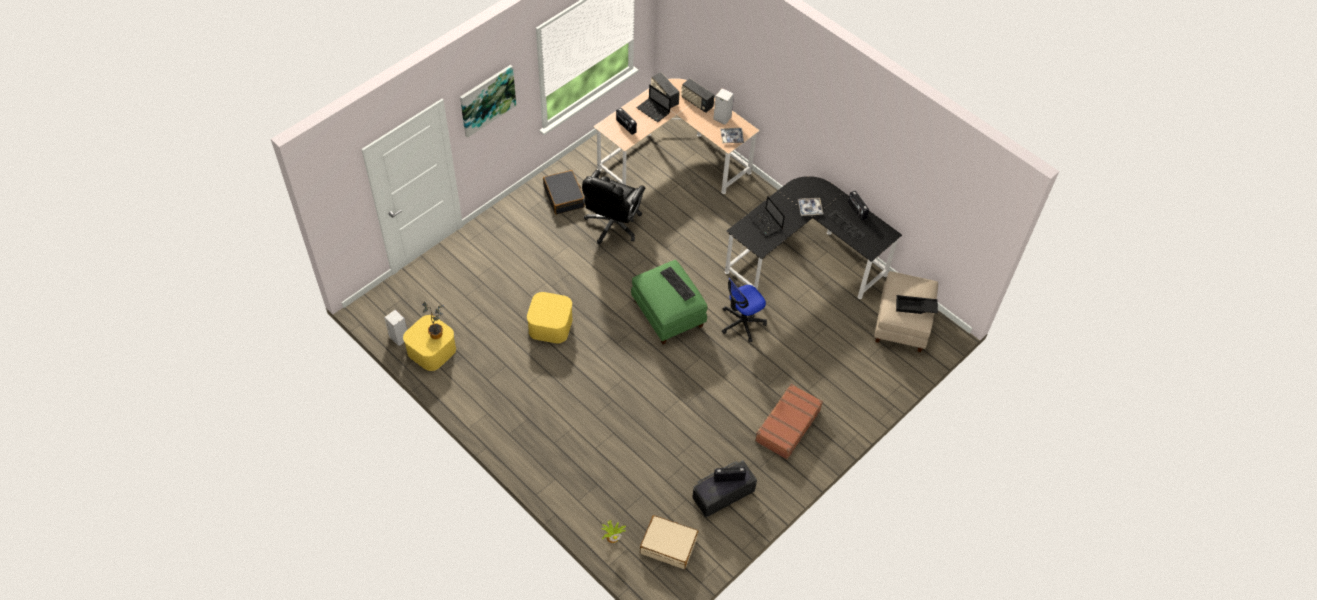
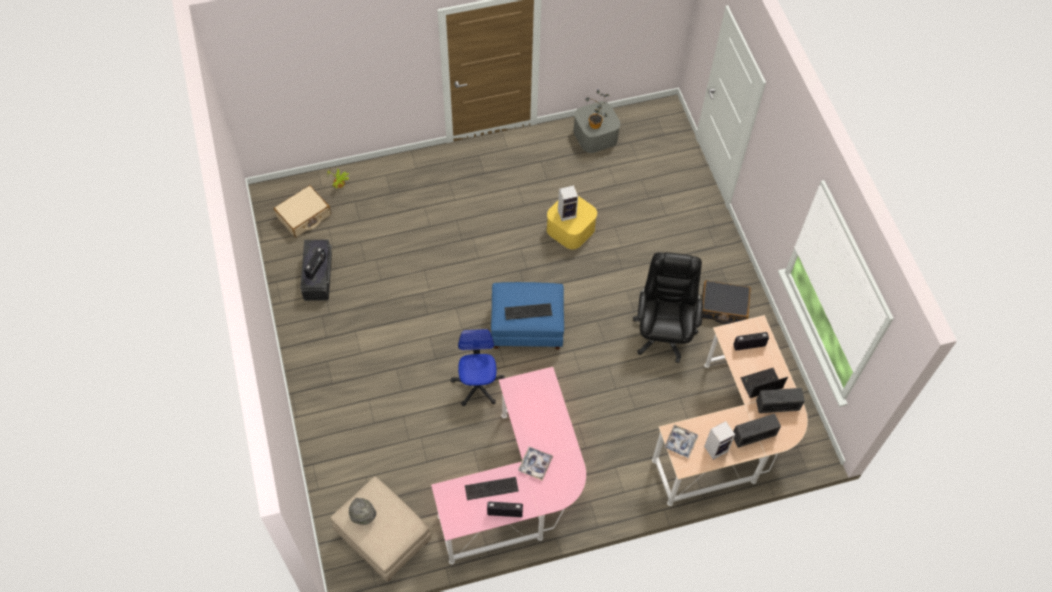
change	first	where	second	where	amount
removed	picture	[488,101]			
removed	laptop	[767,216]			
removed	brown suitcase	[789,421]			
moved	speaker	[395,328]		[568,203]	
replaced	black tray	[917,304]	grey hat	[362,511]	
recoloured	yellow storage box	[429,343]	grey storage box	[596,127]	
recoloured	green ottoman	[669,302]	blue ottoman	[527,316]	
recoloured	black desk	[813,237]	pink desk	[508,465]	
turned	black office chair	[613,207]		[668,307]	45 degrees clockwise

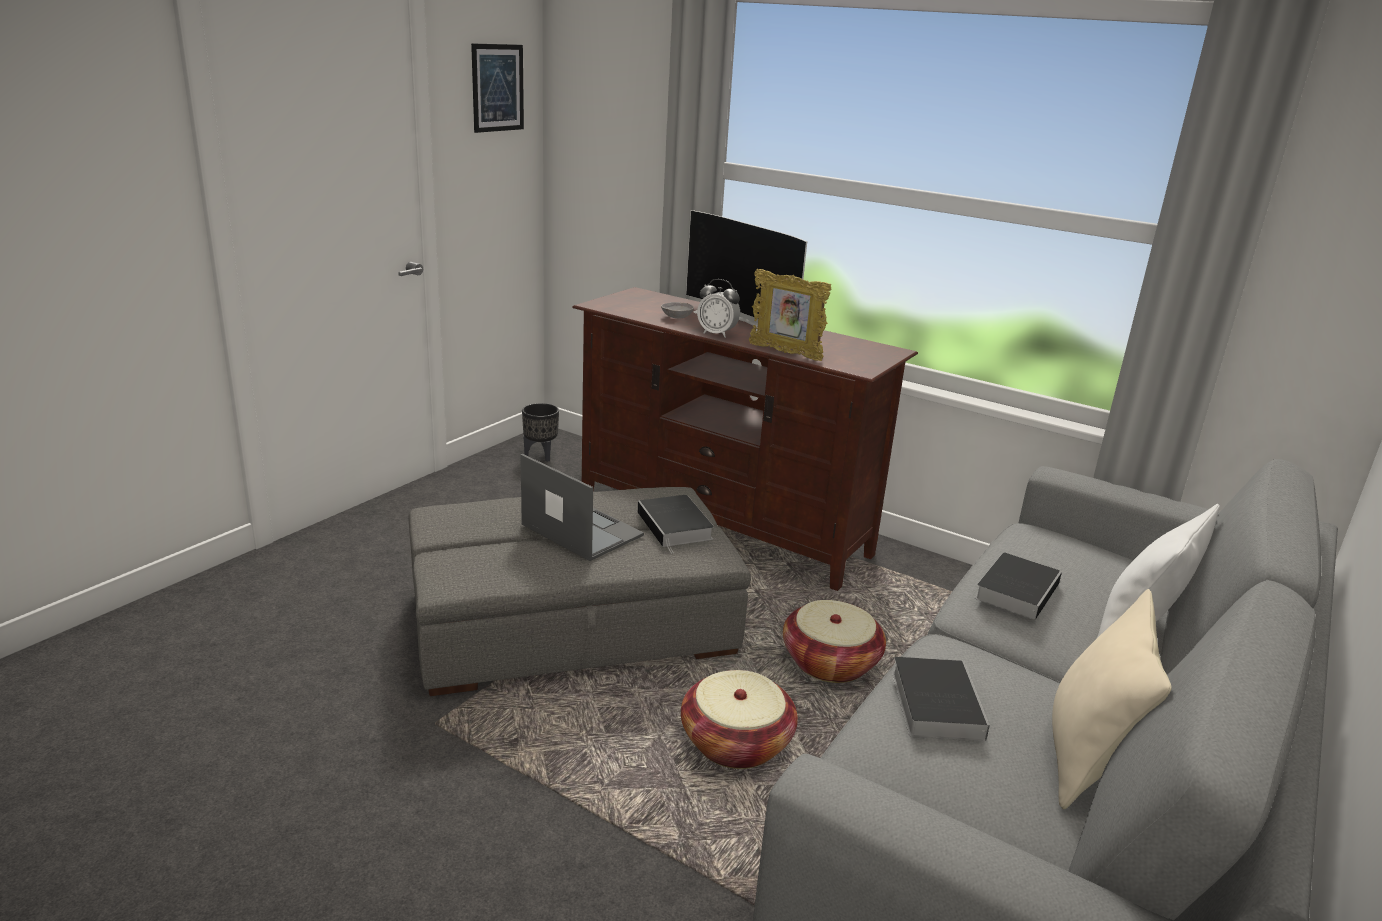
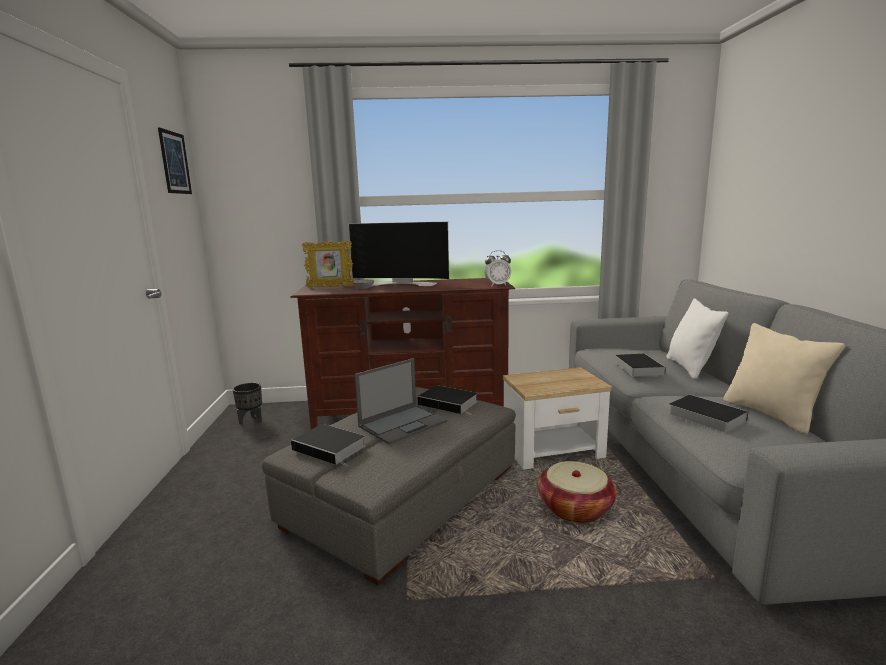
change	first	where	second	where	amount
added			book	[328,445]	
moved	alarm clock	[718,308]		[498,268]	
moved	picture frame	[790,315]		[328,264]	
replaced	basket	[834,641]	side table	[557,418]	
turned	laptop	[582,507]		[400,401]	135 degrees clockwise

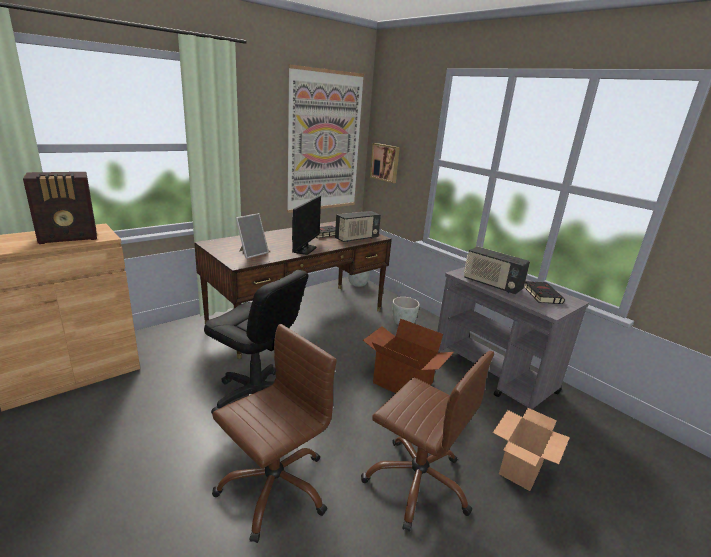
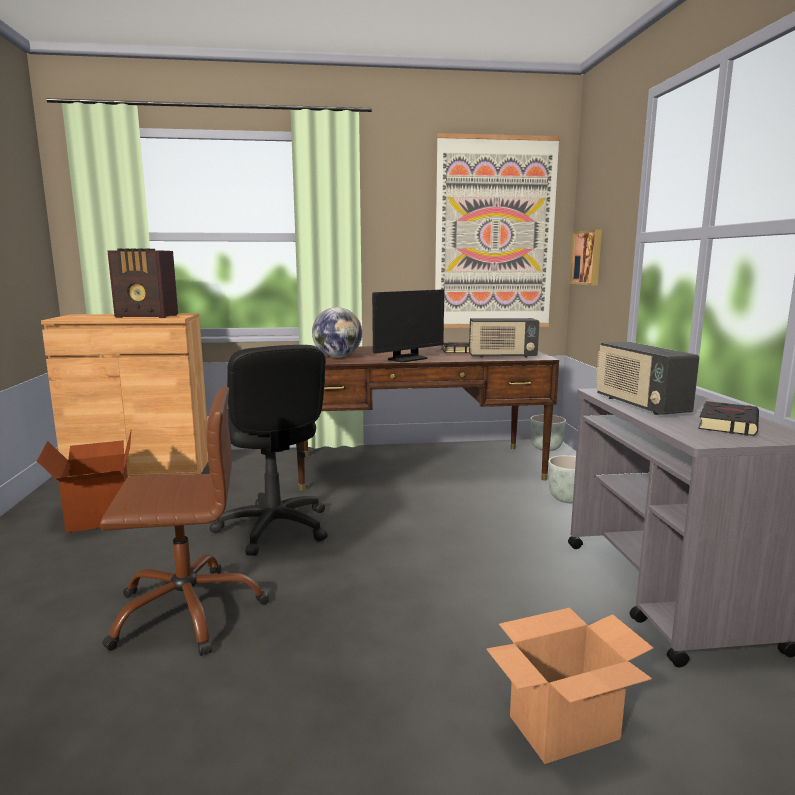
change	first	where	second	where	amount
removed	brown office chair	[427,441]			
moved	cardboard box	[408,355]		[84,482]	
replaced	picture frame	[252,236]	globe	[337,332]	

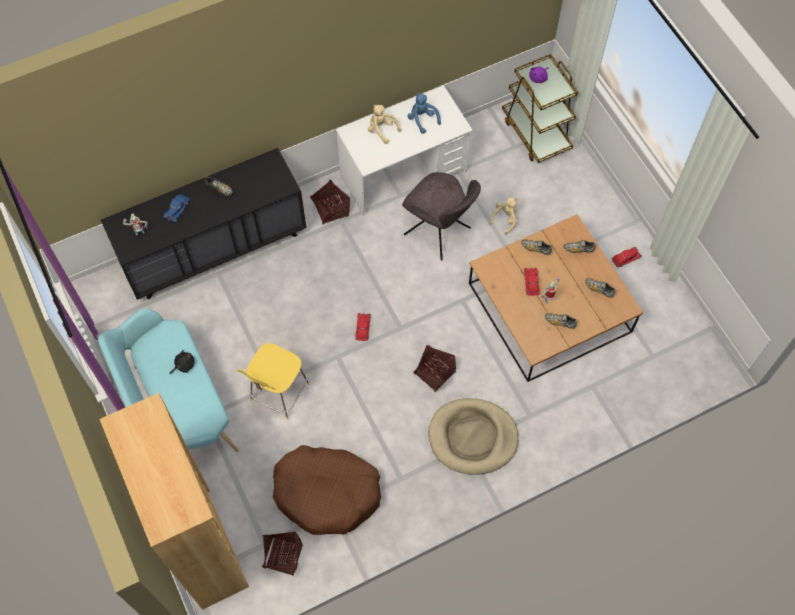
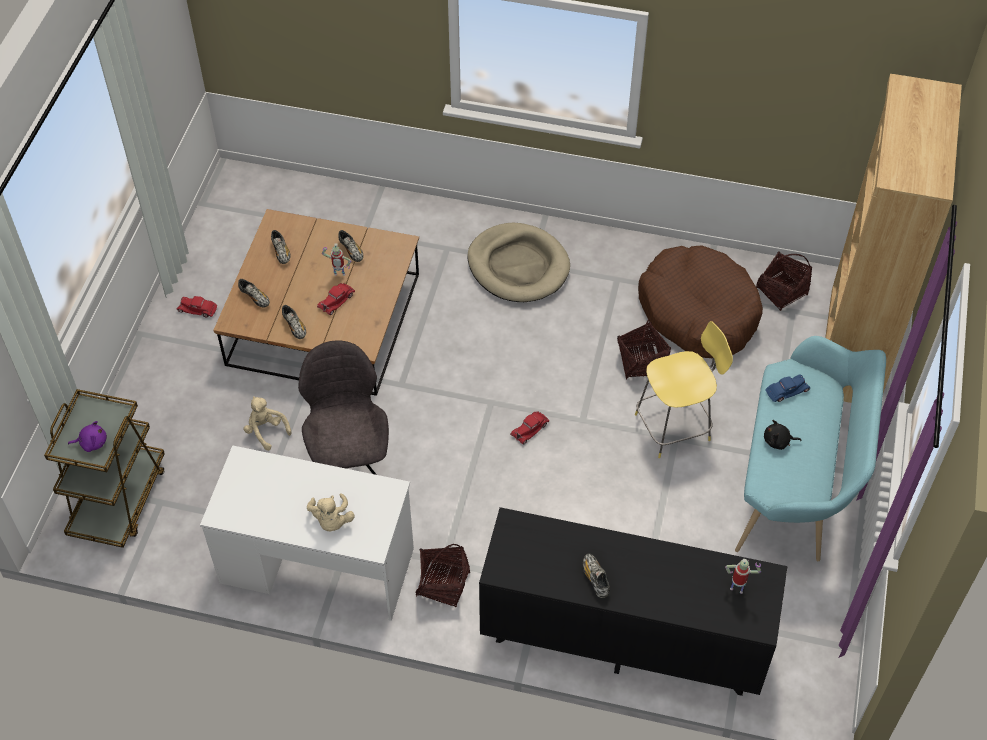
change	first	where	second	where	amount
removed	blue plush toy	[424,113]			
moved	blue toy car	[176,208]		[787,388]	
moved	basket	[435,368]		[644,349]	
turned	beige plush toy	[503,216]		[267,423]	60 degrees clockwise

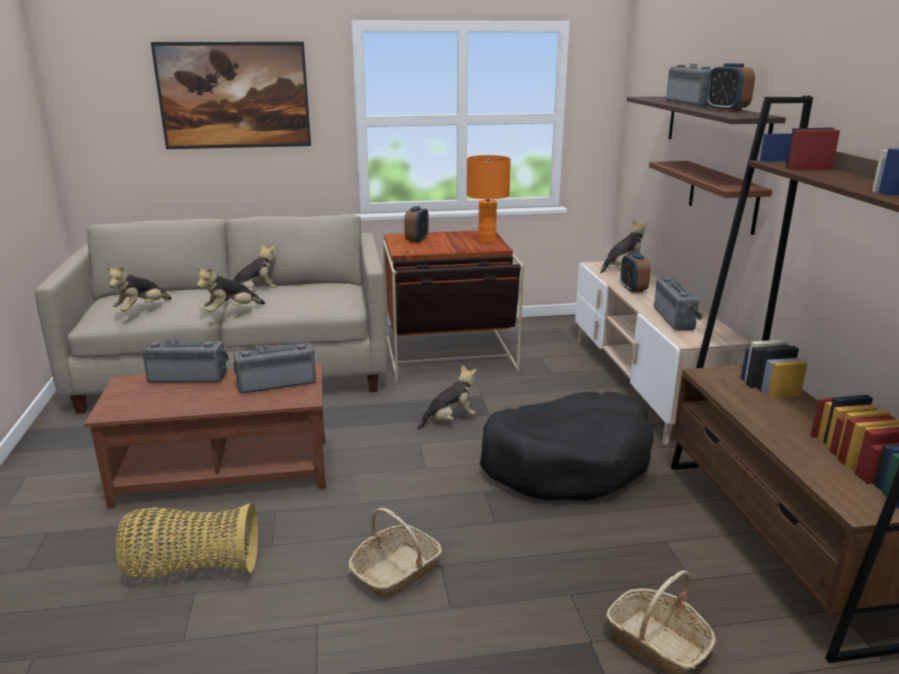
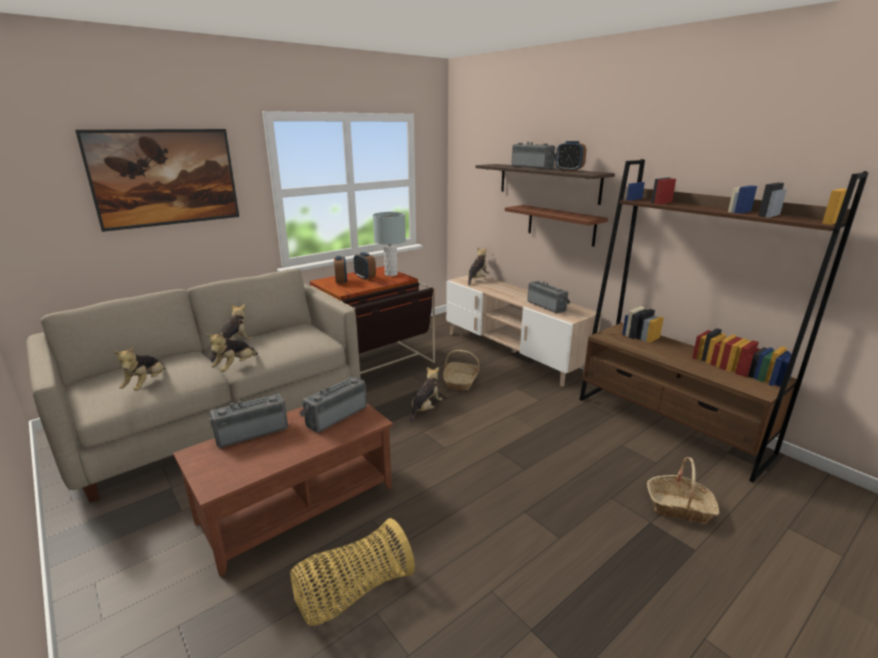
change	first	where	second	where	amount
removed	black dog bed	[566,446]			
moved	basket	[395,553]		[461,370]	
moved	alarm clock	[635,273]		[365,266]	
recoloured	orange table lamp	[489,199]	grey table lamp	[389,244]	

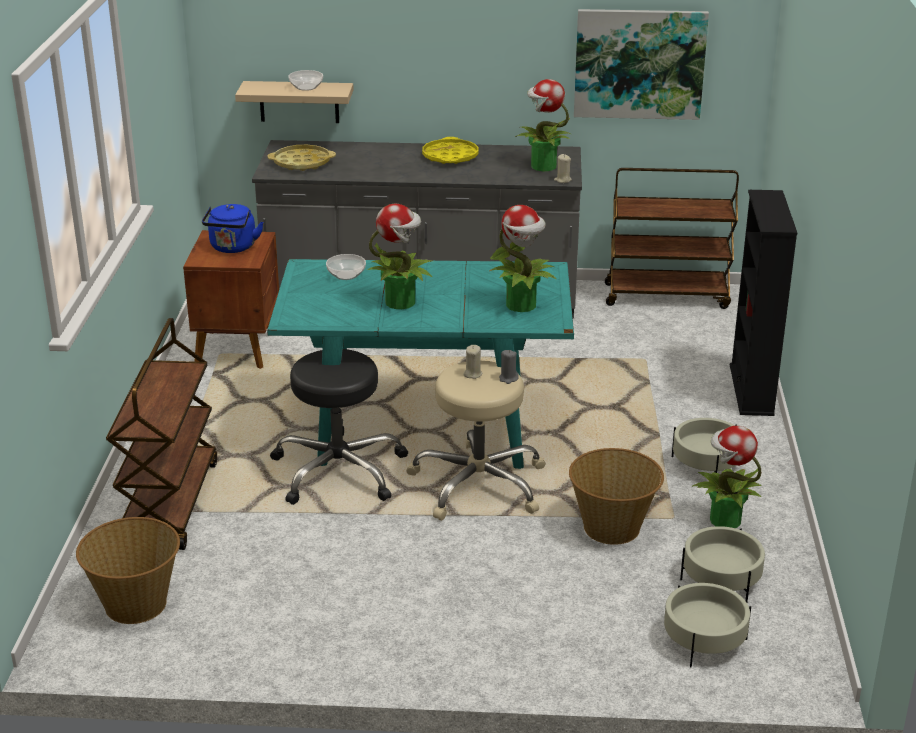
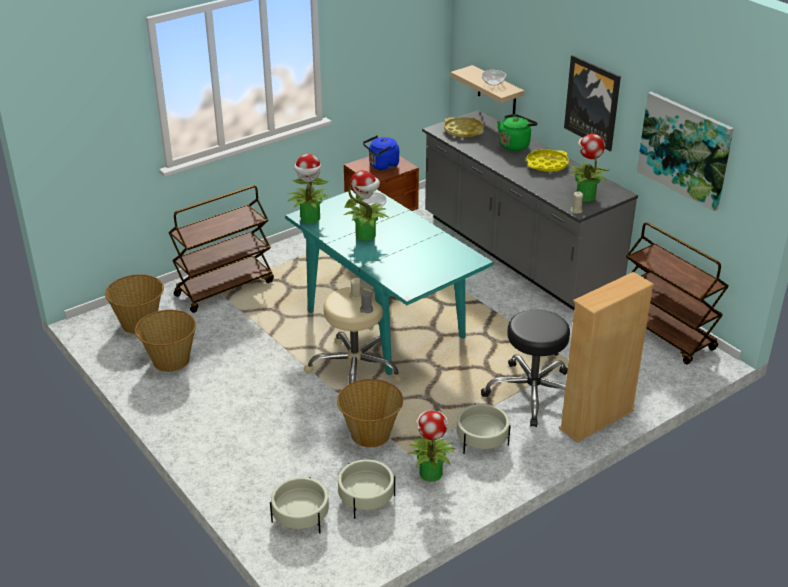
change	first	where	second	where	amount
added			basket	[165,341]	
added			green kettle	[517,132]	
added			picture	[592,103]	
moved	black stool	[339,427]		[525,368]	
moved	potted plant	[523,258]		[308,188]	
recoloured	black bookcase	[763,303]	beige bookcase	[606,357]	

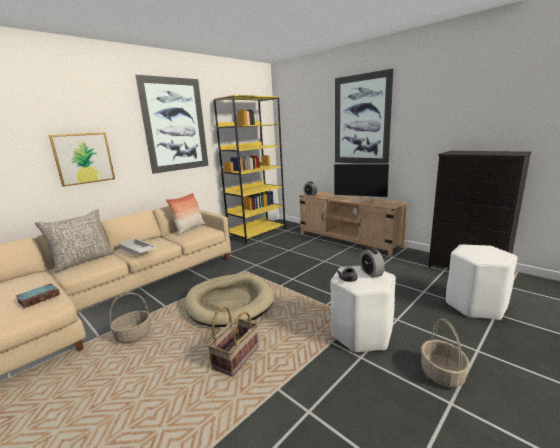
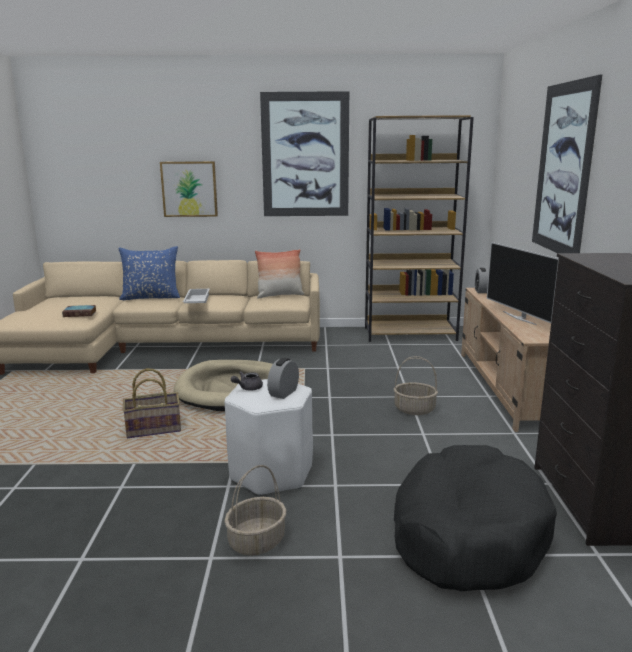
change	first	where	second	where	amount
moved	basket	[130,318]		[416,385]	
replaced	white stool	[482,282]	black dog bed	[475,518]	
recoloured	grey pillow	[75,241]	blue pillow	[149,273]	
recoloured	yellow bookcase	[249,169]	brown bookcase	[419,228]	

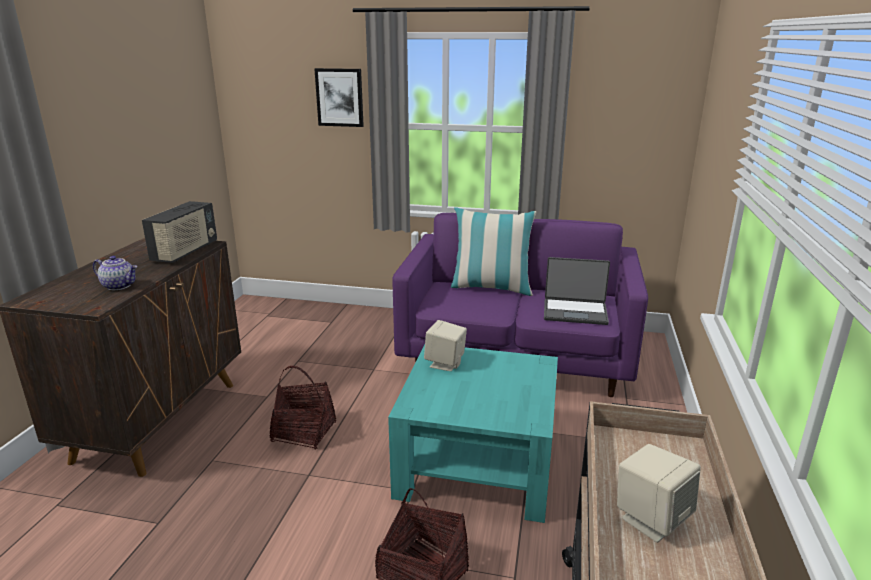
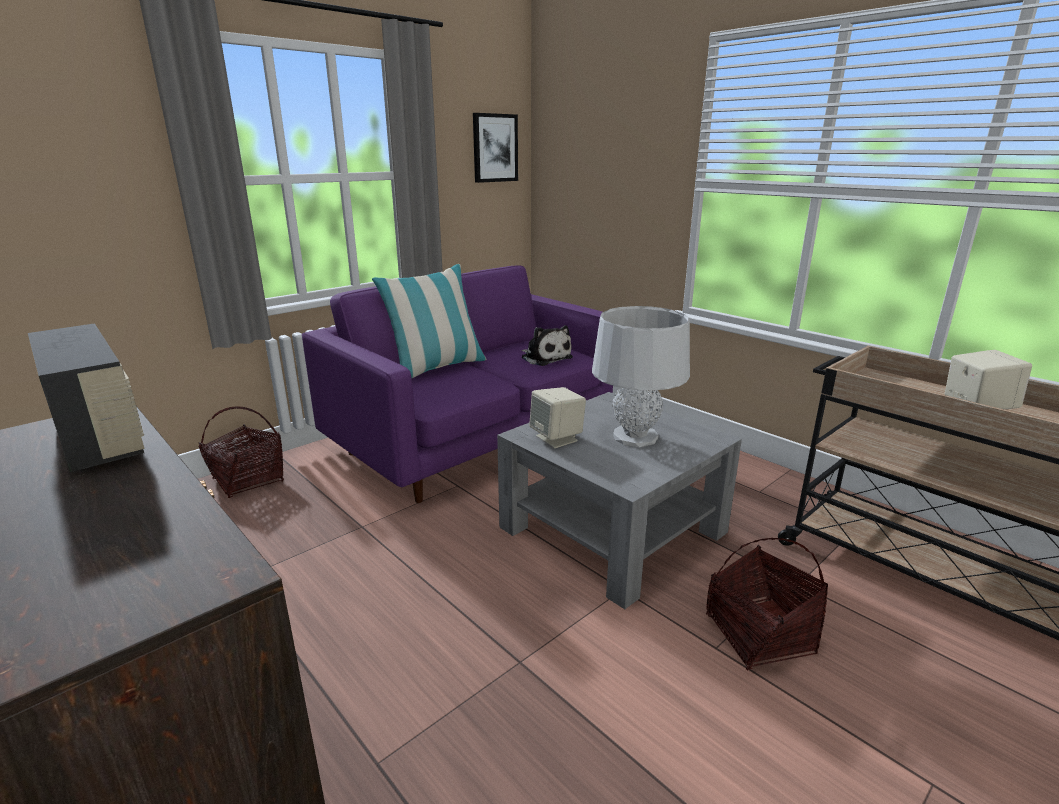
change	first	where	second	where	amount
removed	teapot	[115,273]			
added			grey table lamp	[641,376]	
moved	basket	[303,408]		[241,452]	
moved	picture	[339,97]		[495,148]	
replaced	laptop	[577,291]	plush toy	[547,345]	
recoloured	turquoise coffee table	[473,434]	grey coffee table	[619,500]	

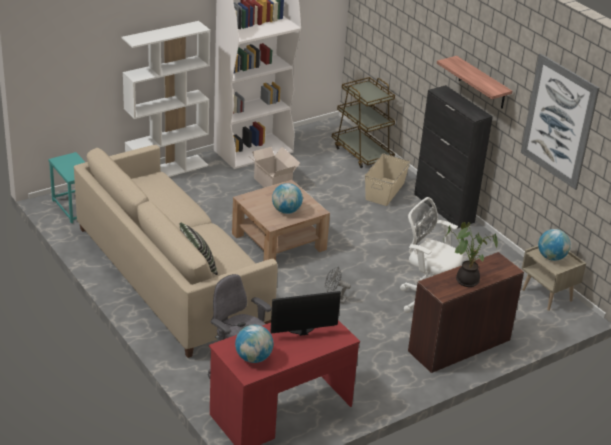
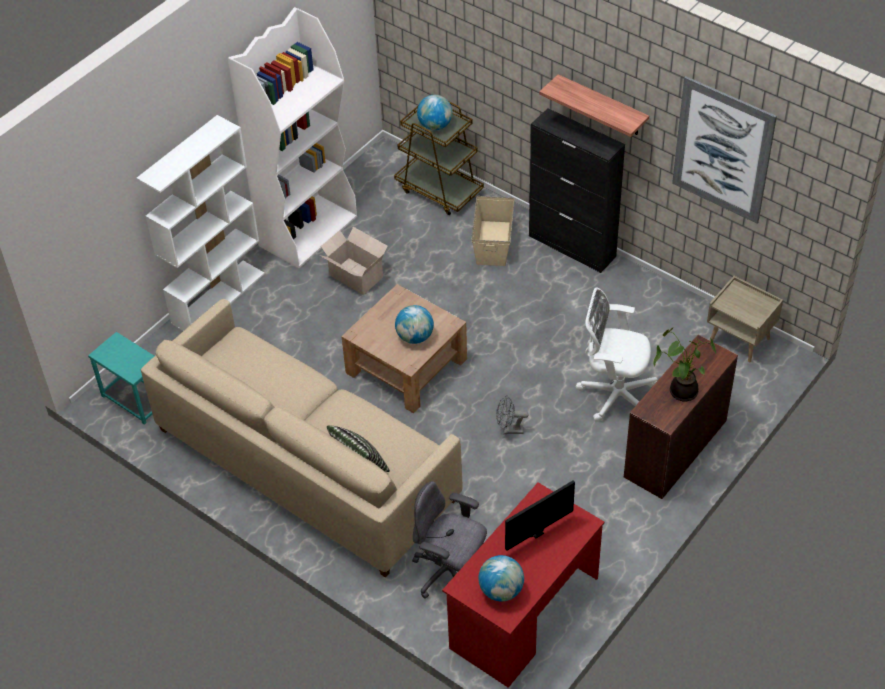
change	first	where	second	where	amount
moved	globe	[554,245]		[434,112]	

